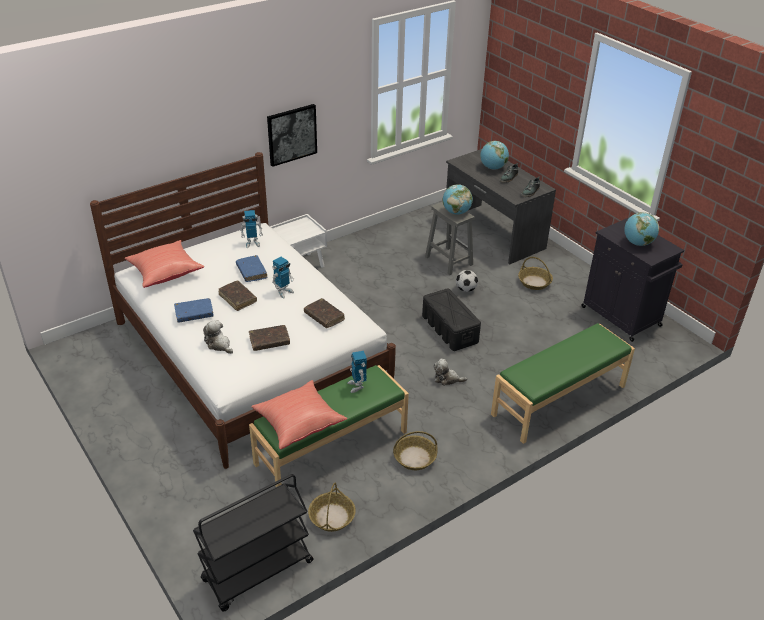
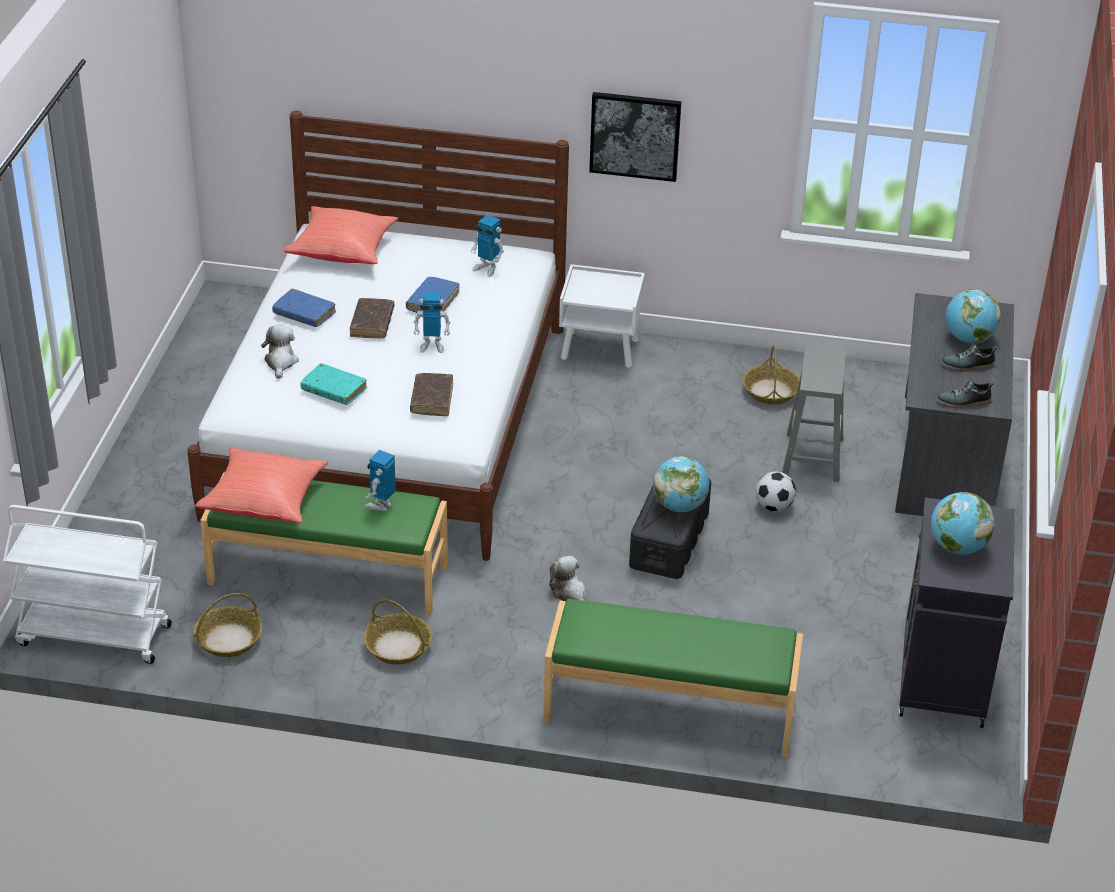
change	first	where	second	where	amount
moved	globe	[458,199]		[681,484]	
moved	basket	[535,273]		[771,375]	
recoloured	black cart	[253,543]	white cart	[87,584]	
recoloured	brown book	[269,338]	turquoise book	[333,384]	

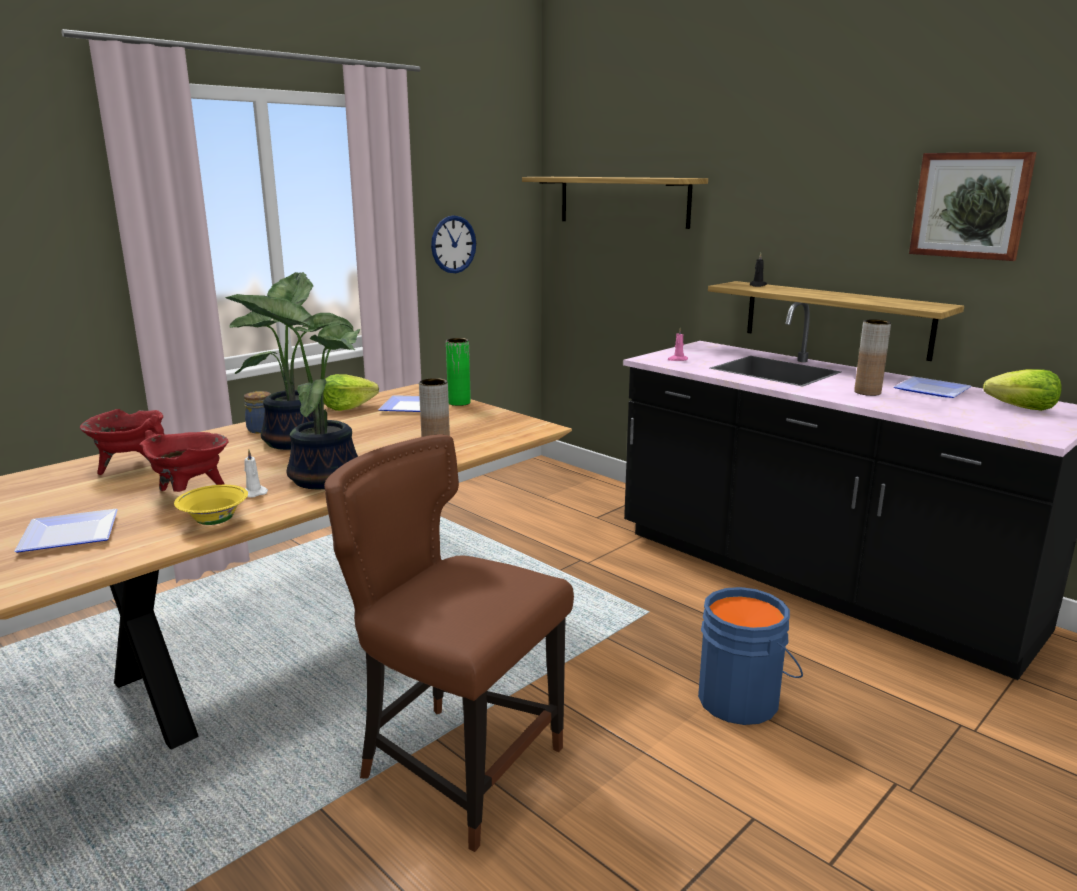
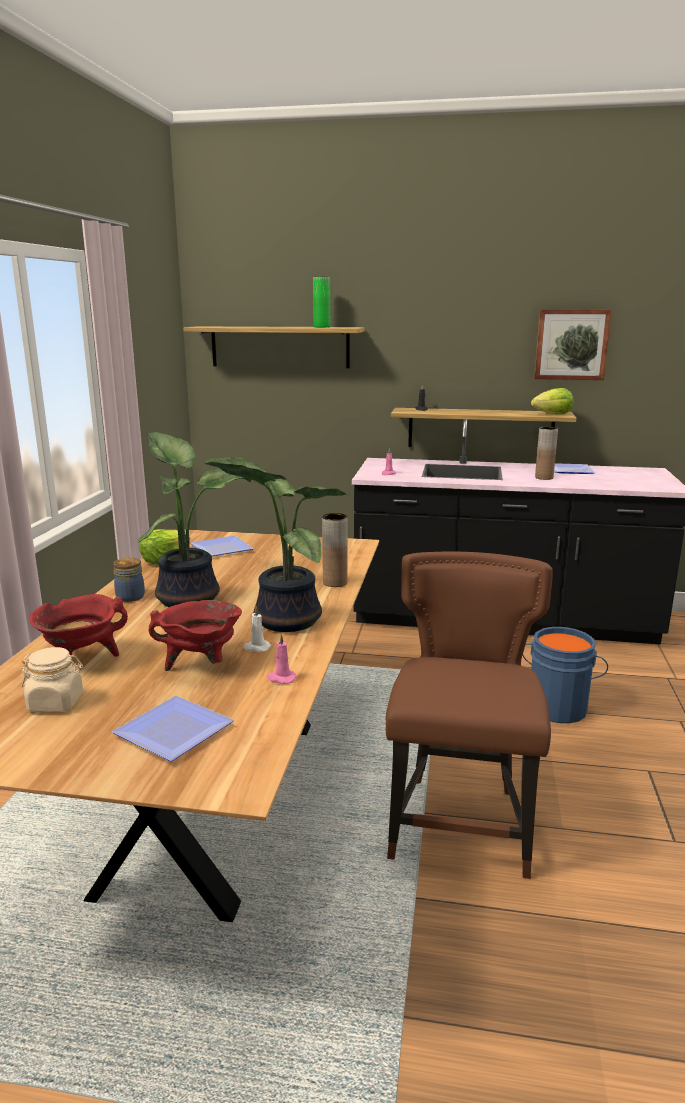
change	first	where	second	where	amount
removed	wall clock	[453,244]			
added			beige jar	[52,679]	
moved	green vase	[458,372]		[321,301]	
moved	lettuce	[1022,390]		[552,401]	
replaced	yellow bowl	[211,505]	pink candle	[282,659]	
turned	brown chair	[449,643]		[469,715]	105 degrees clockwise

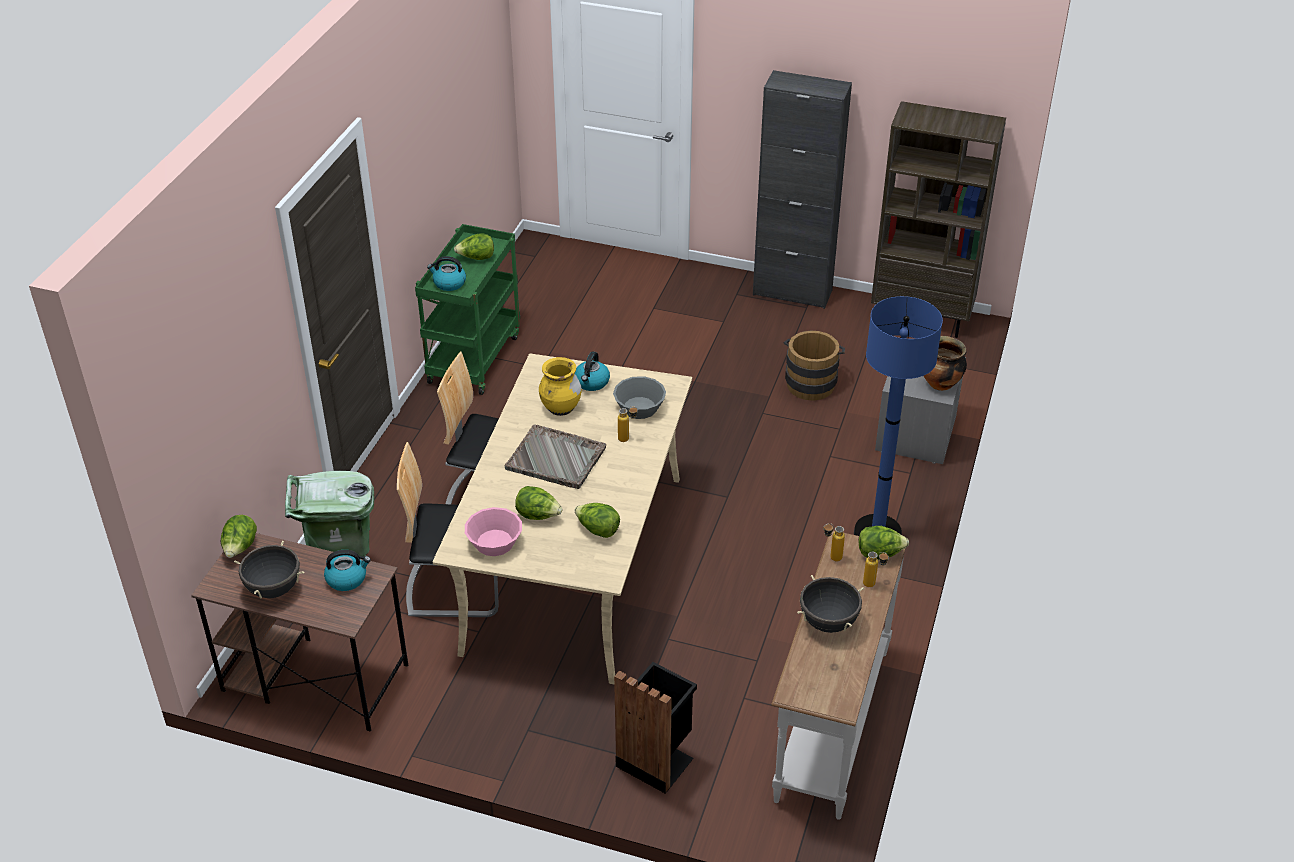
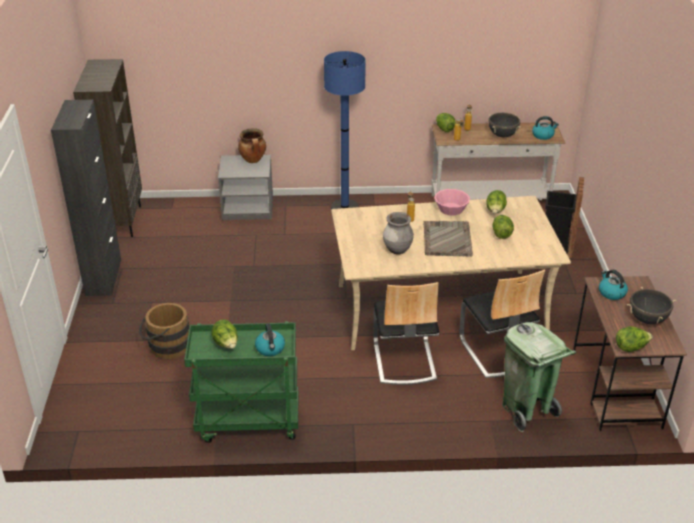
change	first	where	second	where	amount
removed	grey bowl	[639,397]			
moved	pink bowl	[493,531]		[452,202]	
moved	kettle	[592,371]		[545,128]	
moved	brown bucket	[814,366]		[164,331]	
recoloured	yellow vase	[560,386]	grey vase	[398,233]	

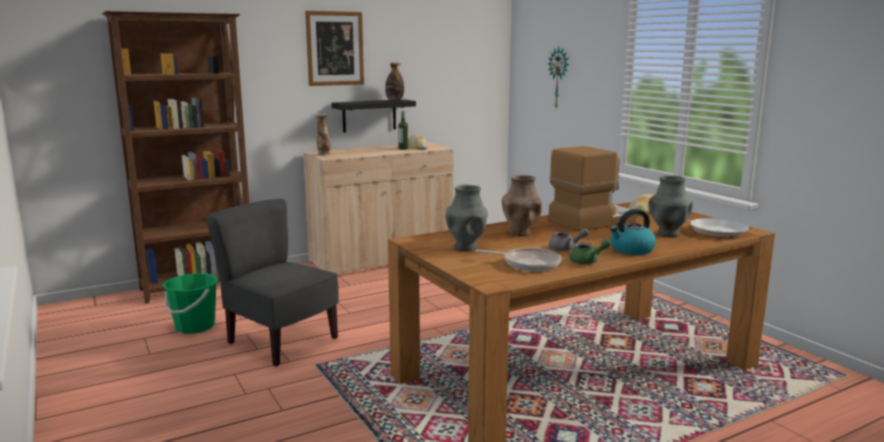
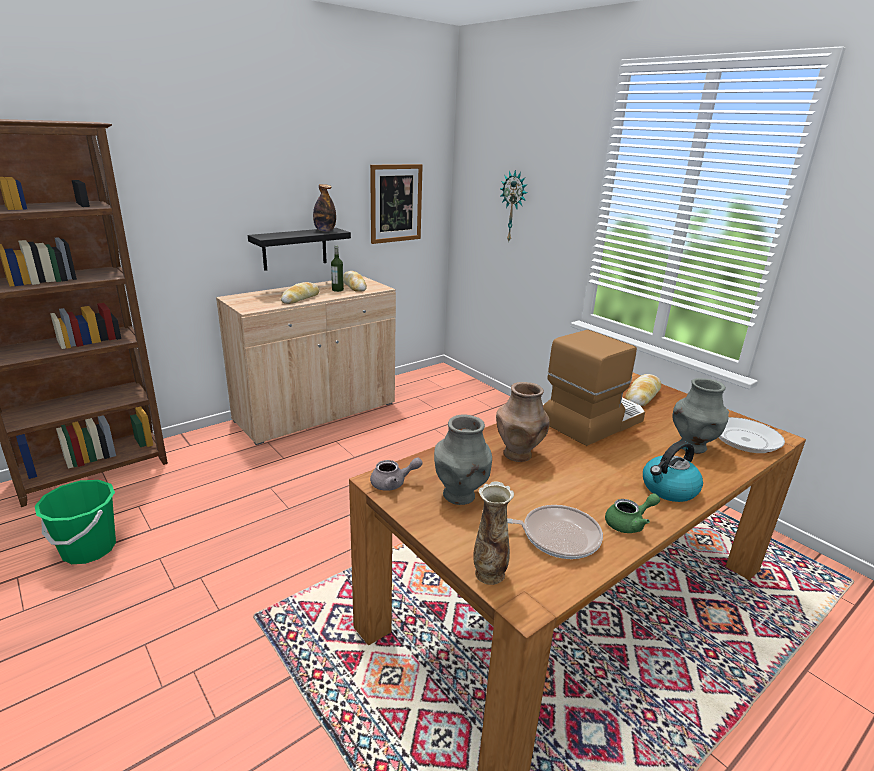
change	first	where	second	where	amount
removed	grey chair	[272,283]			
added			bread	[300,293]	
moved	picture	[334,48]		[396,204]	
moved	vase	[322,134]		[493,533]	
moved	grey teapot	[569,239]		[396,474]	

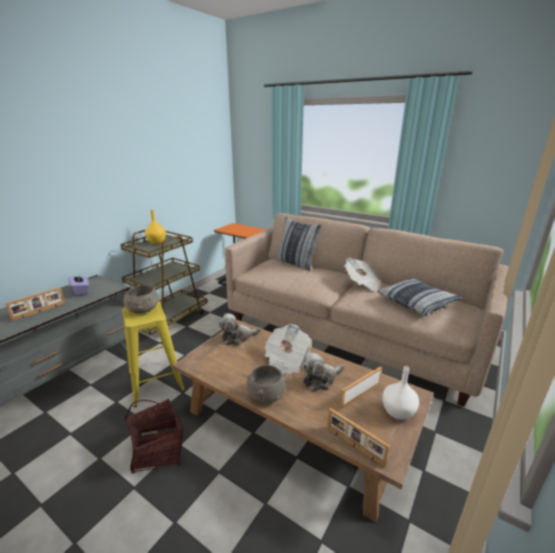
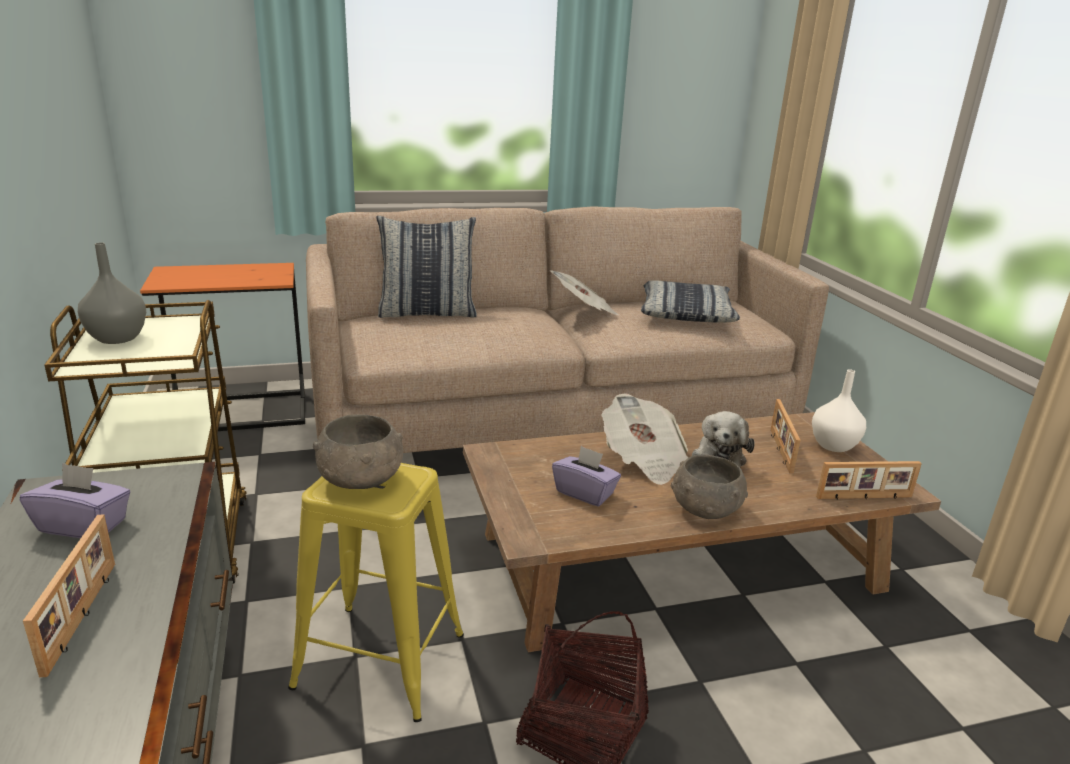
change	first	where	second	where	amount
removed	plush toy	[240,329]			
added			purple tissue box	[586,476]	
recoloured	yellow vase	[155,227]	grey vase	[112,293]	

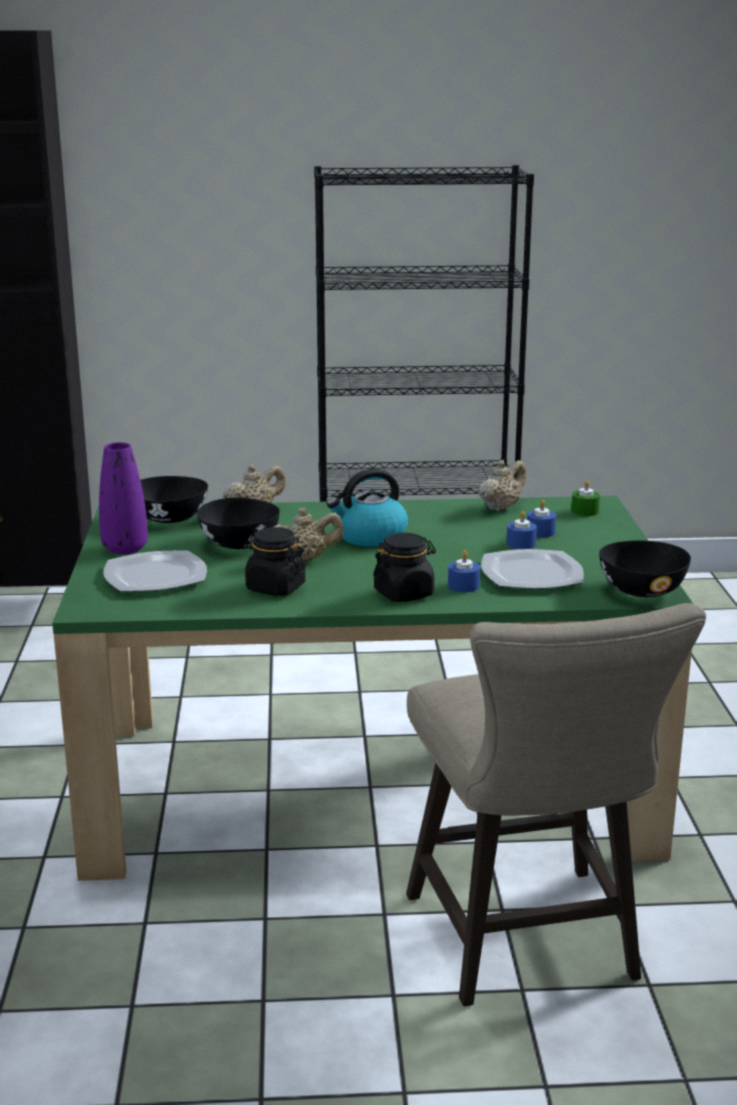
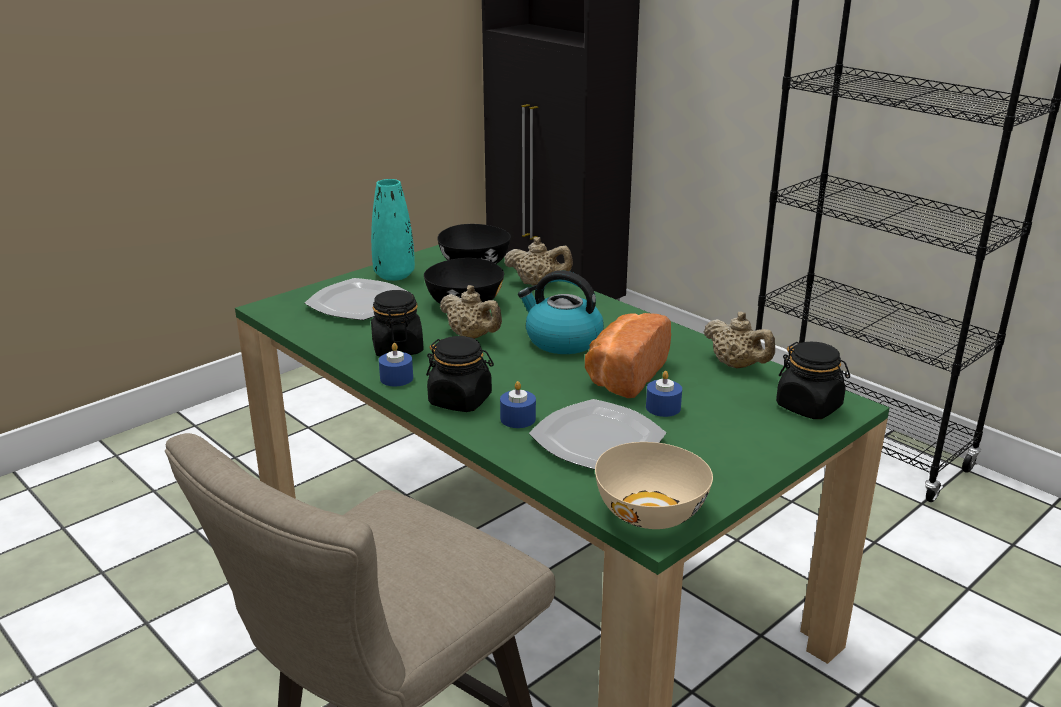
change	first	where	second	where	amount
added			bread	[628,355]	
moved	blue candle	[541,518]		[396,364]	
replaced	green candle	[585,498]	black jar	[813,380]	
recoloured	purple vase	[123,498]	turquoise vase	[393,230]	
recoloured	black bowl	[645,568]	beige bowl	[654,485]	
turned	beige teapot	[502,485]		[739,340]	45 degrees clockwise

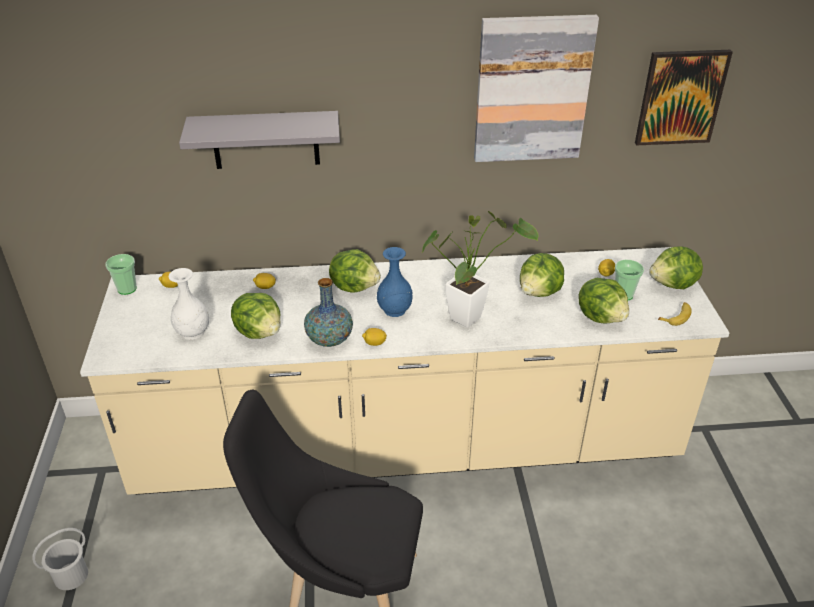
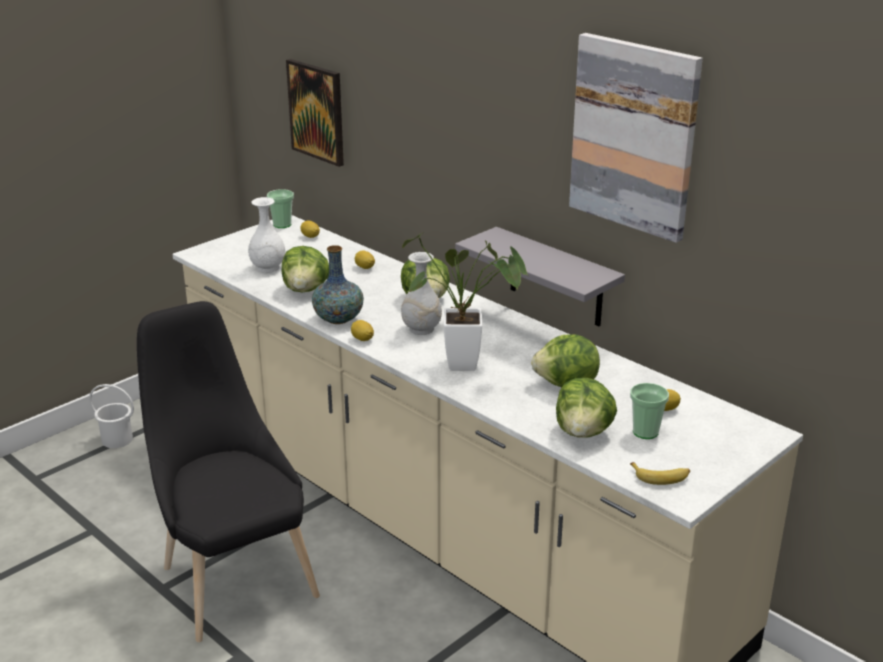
change	first	where	second	where	amount
removed	lettuce	[676,267]			
moved	grey shelf	[259,140]		[540,276]	
moved	picture	[684,97]		[315,113]	
recoloured	blue vase	[394,282]	white vase	[421,293]	

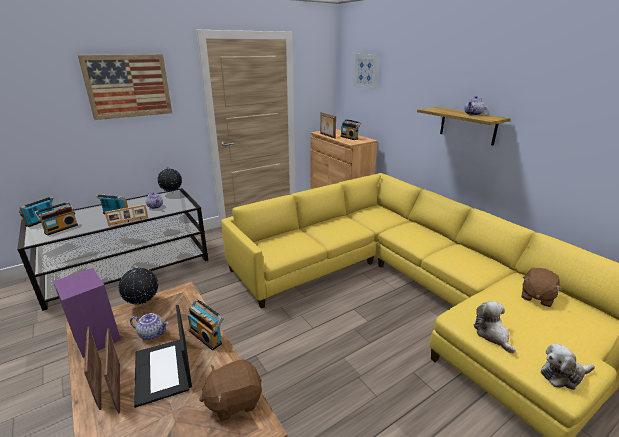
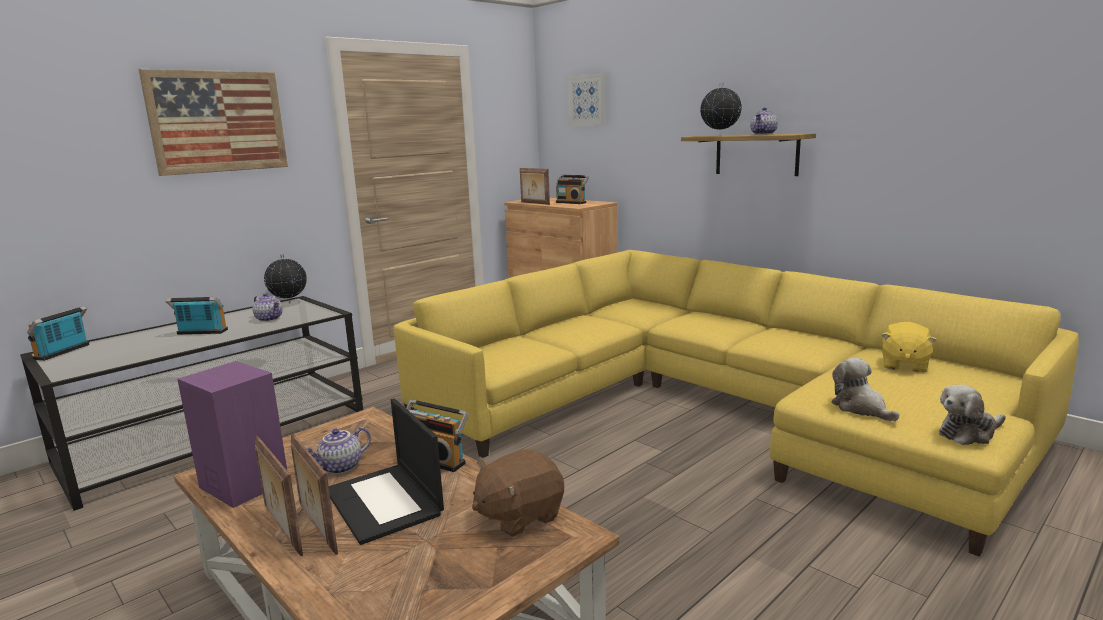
change	first	where	second	where	amount
removed	radio	[56,219]			
removed	picture frame	[126,215]			
moved	globe	[138,286]		[721,109]	
recoloured	brown plush toy	[542,287]	yellow plush toy	[909,347]	
turned	teapot	[149,326]		[338,450]	135 degrees clockwise

